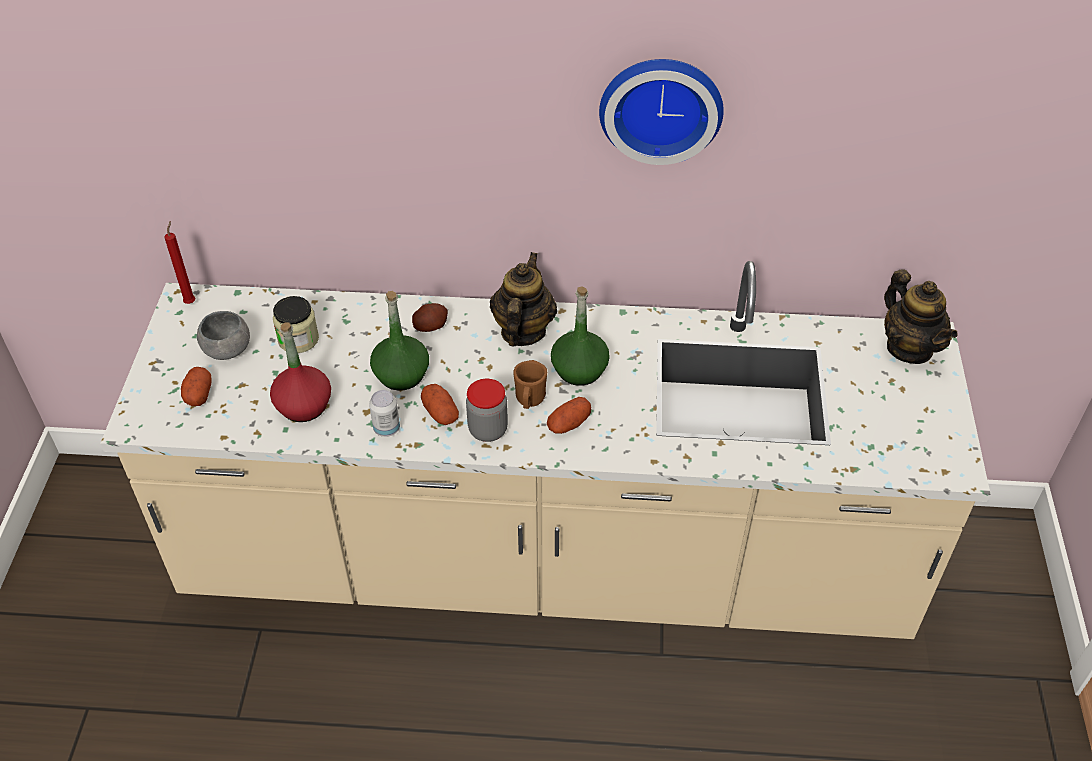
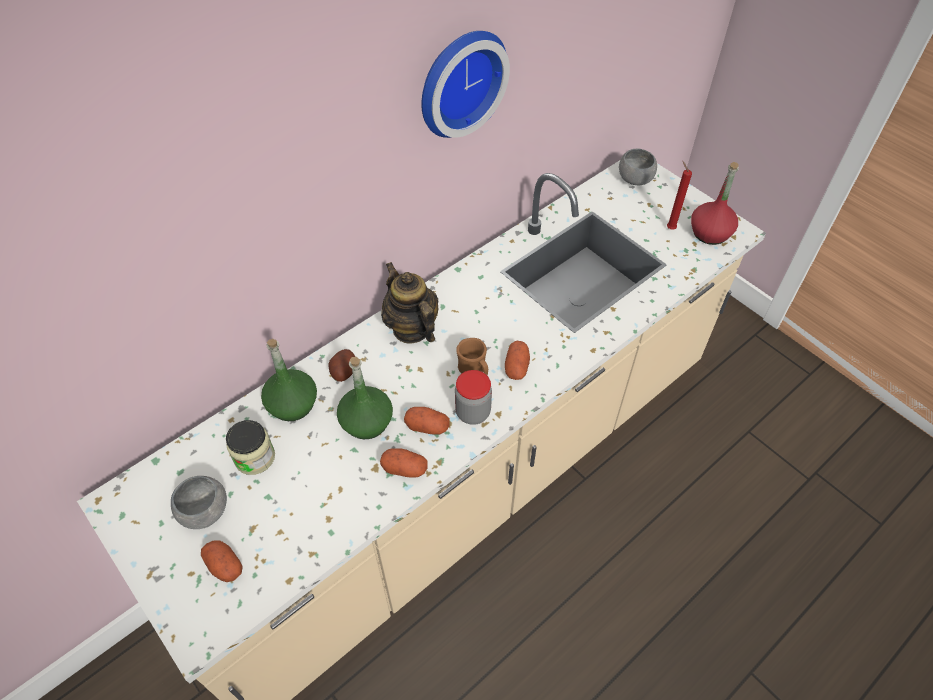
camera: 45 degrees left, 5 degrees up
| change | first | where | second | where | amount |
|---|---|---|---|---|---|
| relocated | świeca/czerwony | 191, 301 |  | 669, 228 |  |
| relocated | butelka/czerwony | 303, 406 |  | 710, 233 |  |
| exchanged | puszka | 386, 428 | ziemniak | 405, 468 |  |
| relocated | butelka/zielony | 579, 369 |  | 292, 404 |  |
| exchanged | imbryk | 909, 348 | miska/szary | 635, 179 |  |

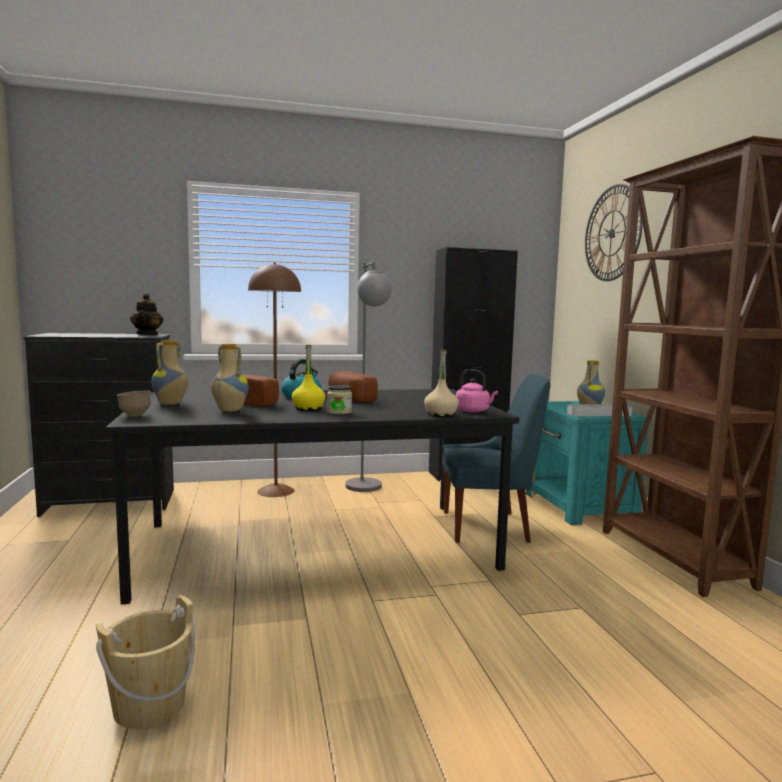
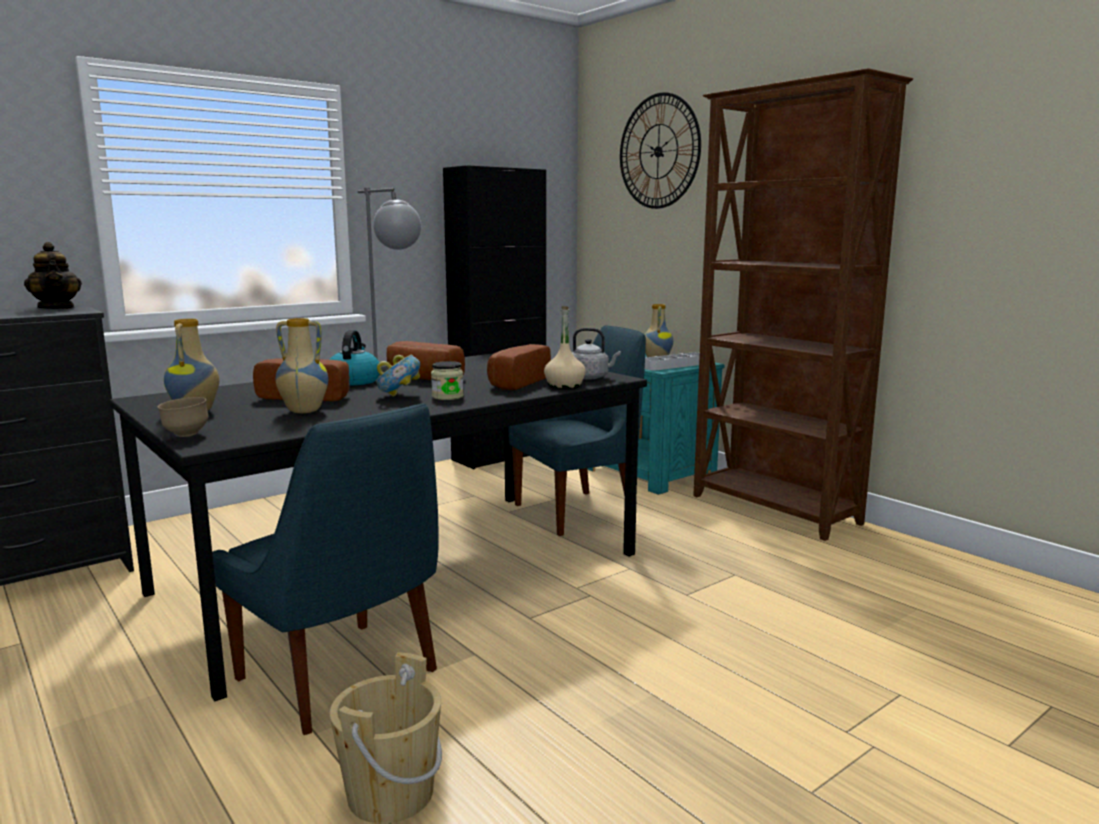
camera: 25 degrees left, 5 degrees up
| change | first | where | second | where | amount |
|---|---|---|---|---|---|
| missing | lampa stojąca/brązowy | 276, 491 |  |  |  |
| exchanged | butelka/żółty | 308, 408 | miska | 398, 396 |  |
| colour | czajnik/różowy | 474, 411 | czajnik/szary | 590, 377 |  |
| appeared |  |  | krzesło/niebieski | 341, 678 |  |
| appeared |  |  | chleb | 515, 383 |  |

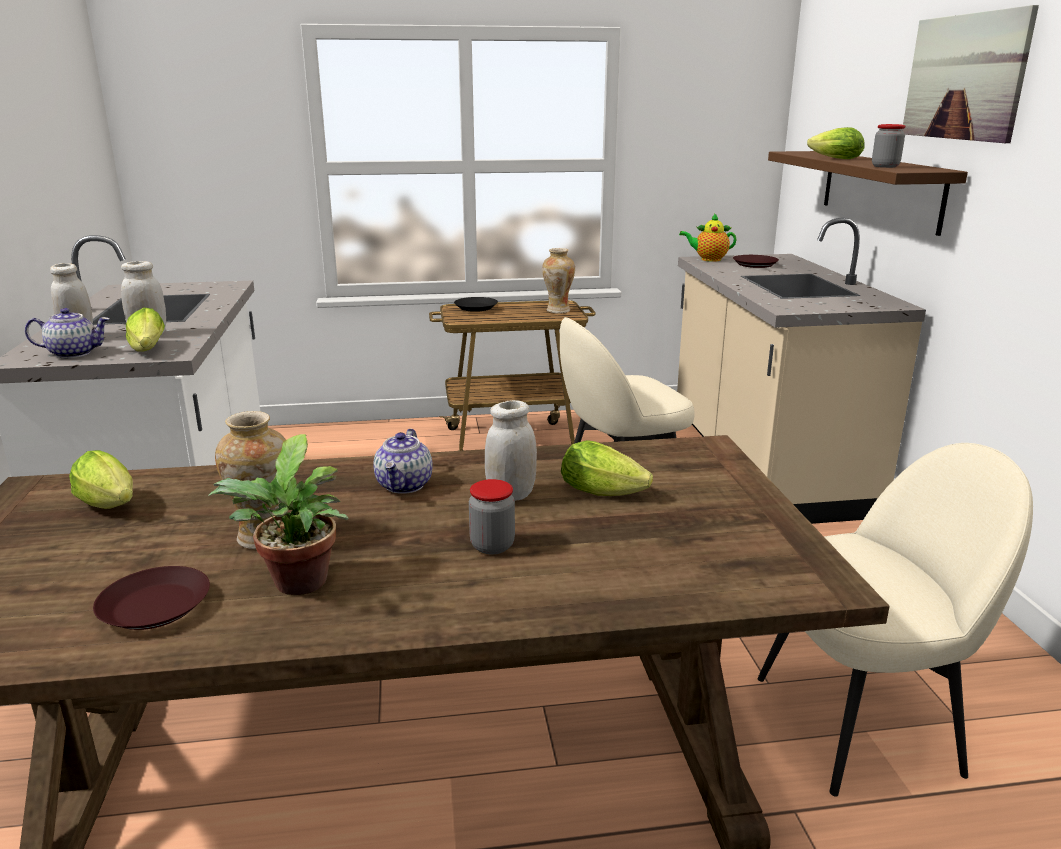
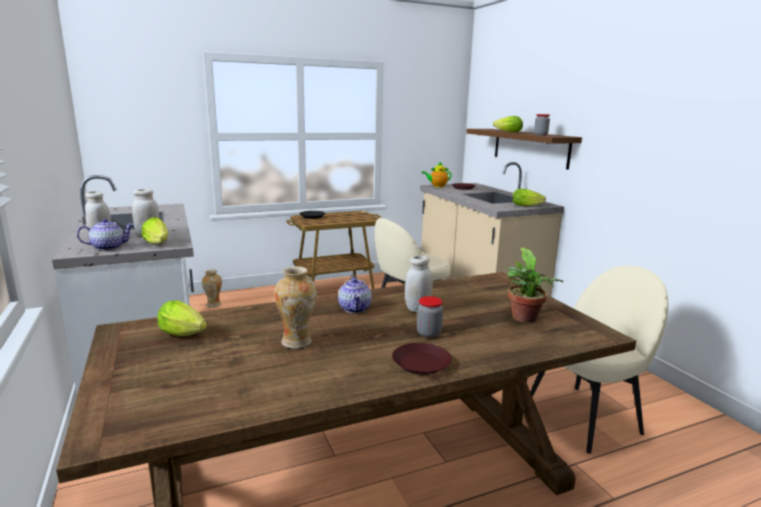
camera: 15 degrees left, 5 degrees down
| change | first | where | second | where | amount |
|---|---|---|---|---|---|
| relocated | talerz/brązowy | 154, 606 |  | 420, 363 |  |
| relocated | roślina doniczkowa | 297, 586 |  | 525, 319 |  |
| relocated | wazon | 558, 311 |  | 213, 305 |  |
| relocated | sałata | 606, 492 |  | 528, 205 |  |
| missing | obraz | 964, 77 |  |  |  |

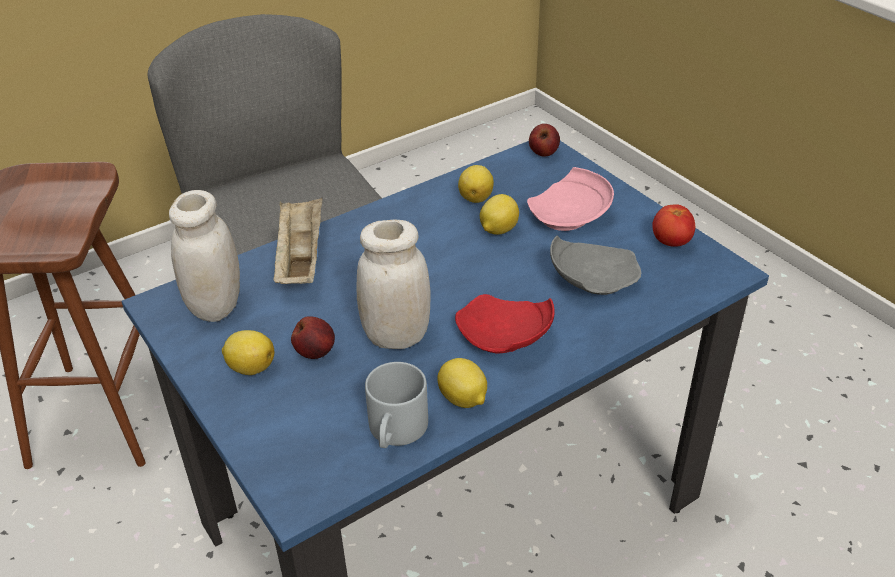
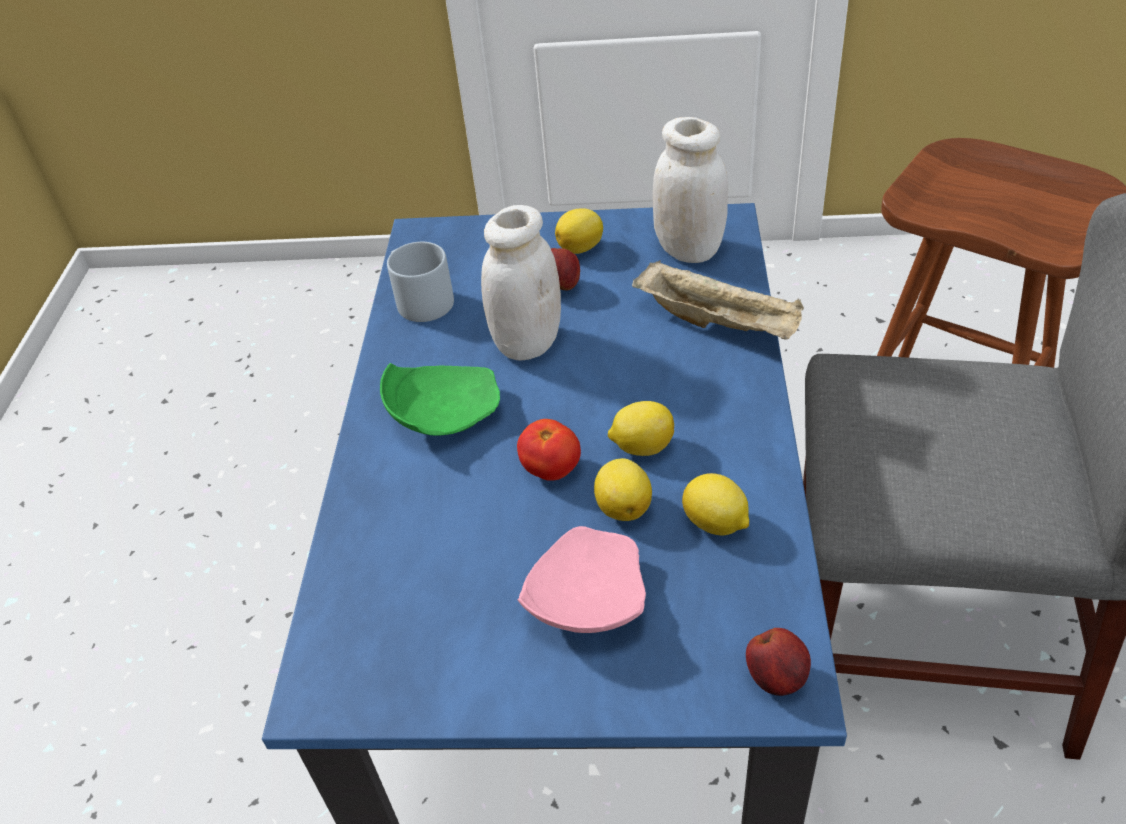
camera: 130 degrees right, 5 degrees up
| change | first | where | second | where | amount |
|---|---|---|---|---|---|
| relocated | cytryna | 463, 400 |  | 641, 446 |  |
| colour | talerz/czerwony | 504, 339 | talerz/zielony | 443, 413 |  |
| missing | talerz/szary | 591, 279 |  |  |  |
| relocated | pomidor | 671, 242 |  | 551, 469 |  |

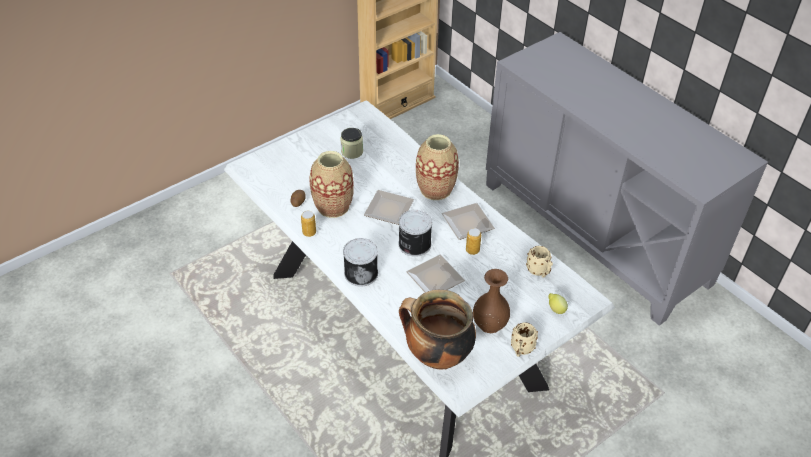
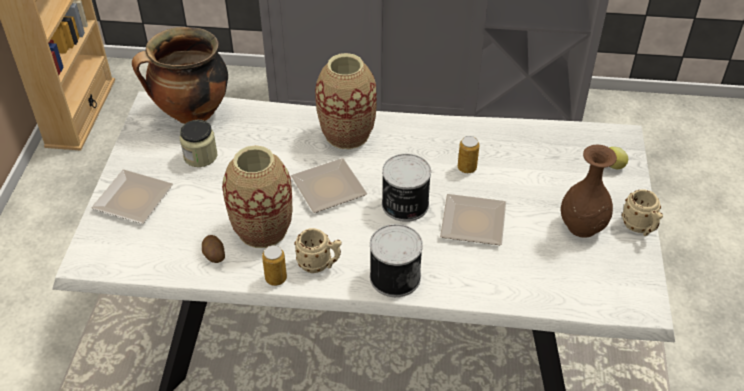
camera: 45 degrees left, 0 degrees up
| change | first | where | second | where | amount |
|---|---|---|---|---|---|
| relocated | garnek | 436, 356 |  | 191, 114 |  |
| relocated | talerz | 467, 224 |  | 134, 201 |  |
| relocated | kubek/beżowy | 539, 272 |  | 319, 264 |  |

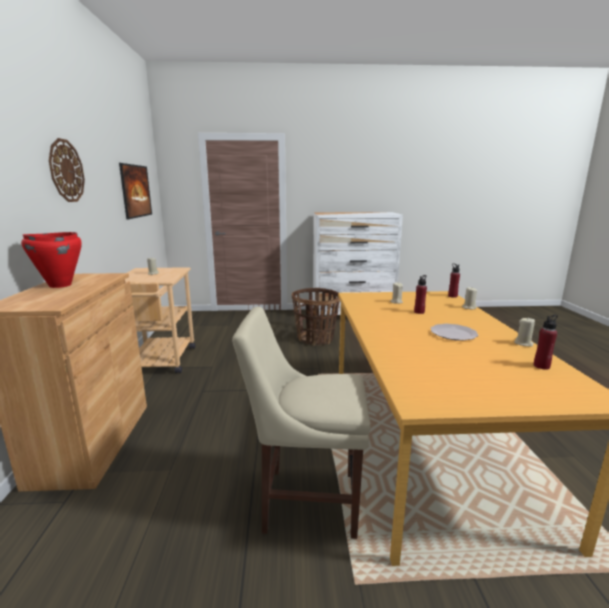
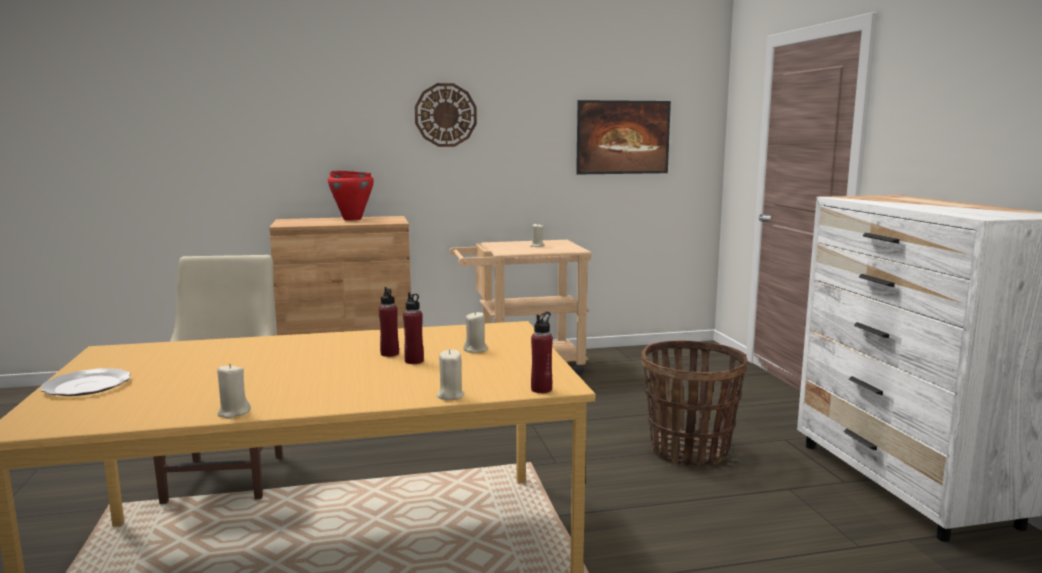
camera: 80 degrees right, 5 degrees down
| change | first | where | second | where | amount |
|---|---|---|---|---|---|
| relocated | talerz | 454, 334 |  | 86, 386 |  |
| relocated | butelka/czerwony | 541, 366 |  | 389, 354 |  |

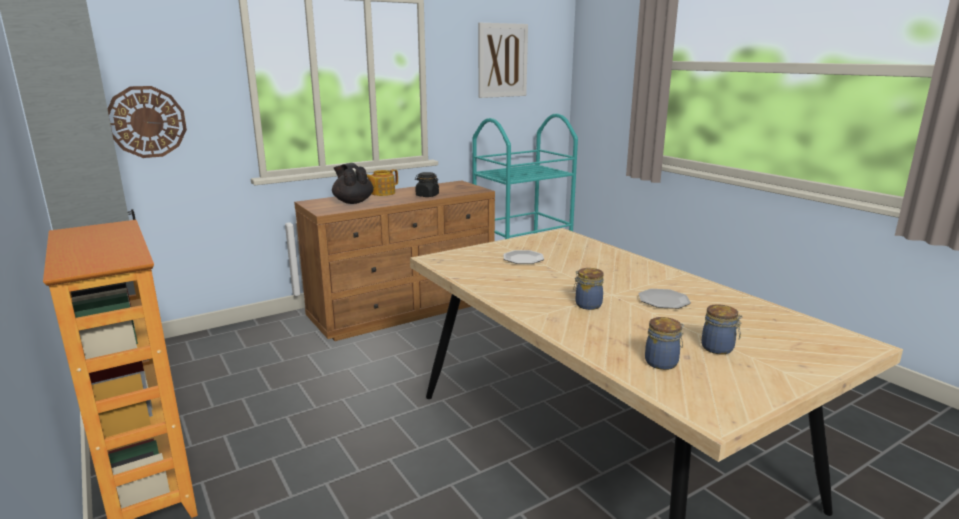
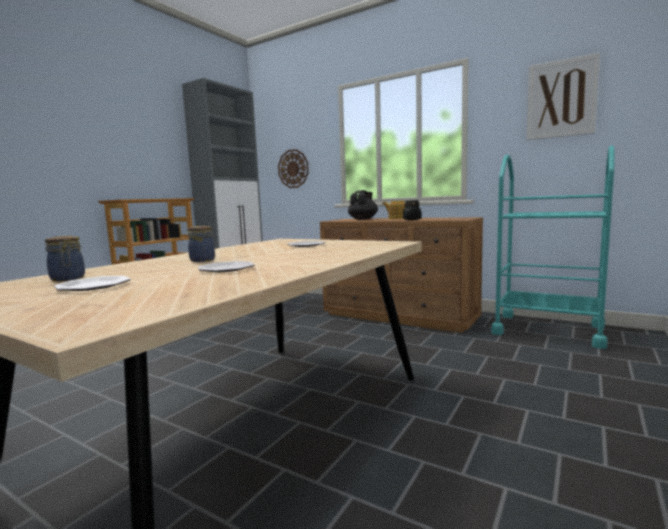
camera: 65 degrees right, 10 degrees down
| change | first | where | second | where | amount |
|---|---|---|---|---|---|
| exchanged | słoik | 718, 348 | talerz | 94, 286 |  |

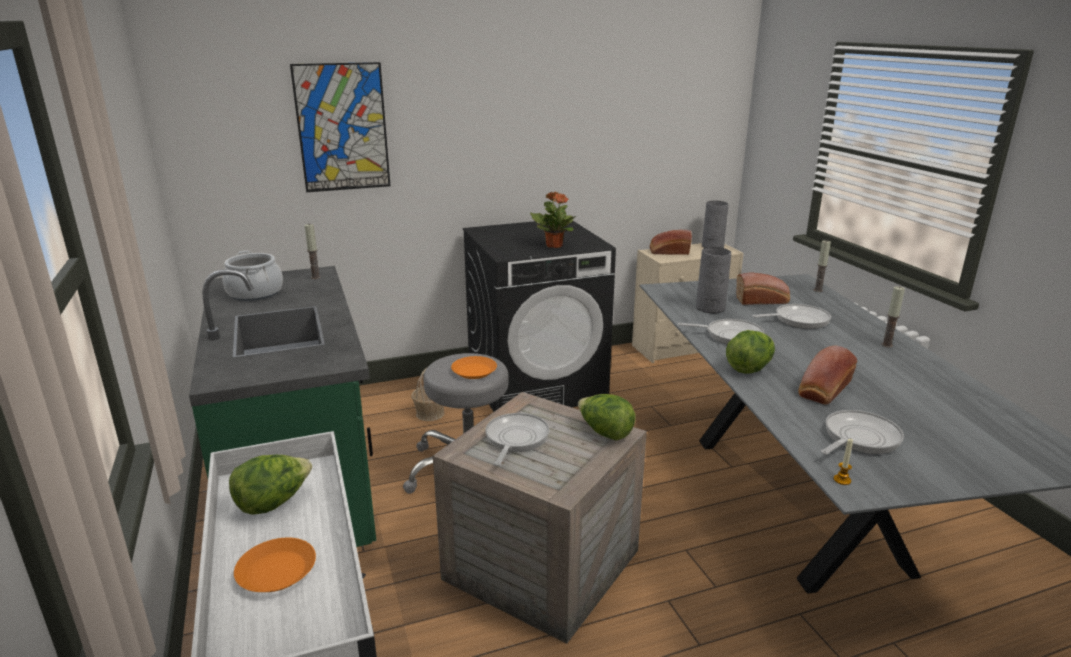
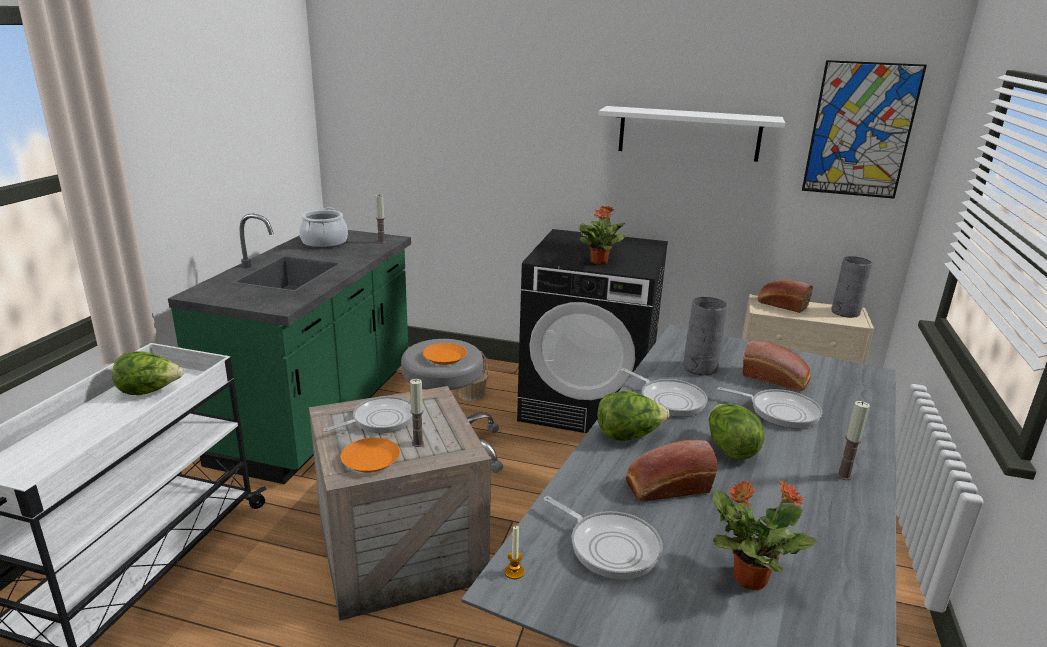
camera: 35 degrees right, 0 degrees up
| change | first | where | second | where | amount |
|---|---|---|---|---|---|
| relocated | talerz/pomarańczowy | 277, 571 |  | 371, 460 |  |
| relocated | obraz | 342, 128 |  | 860, 130 |  |
| relocated | sałata | 605, 433 |  | 729, 449 |  |
| relocated | świeca | 818, 290 |  | 418, 443 |  |
| spun | patelnia | 858, 438 |  | 610, 546 | 45 degrees clockwise |
| appeared |  |  | półka/biały | 689, 133 |  |
| appeared |  |  | roślina doniczkowa | 748, 578 |  |

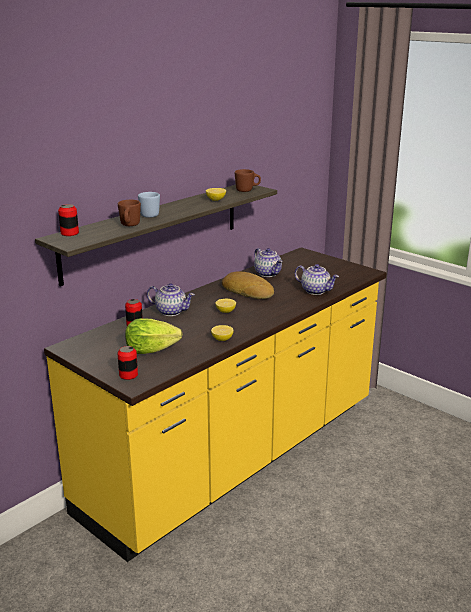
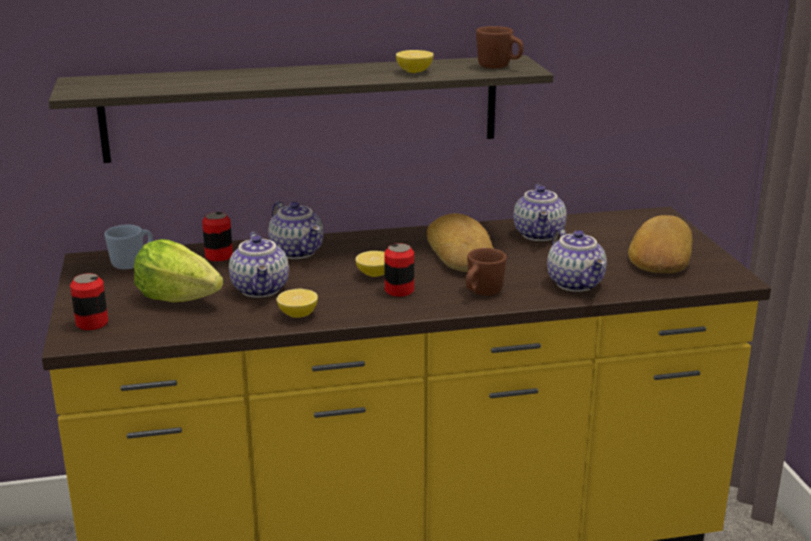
camera: 35 degrees right, 0 degrees up
| change | first | where | second | where | amount |
|---|---|---|---|---|---|
| relocated | puszka | 69, 233 |  | 399, 290 |  |
| relocated | kubek/brązowy | 129, 225 |  | 481, 293 |  |
| relocated | kubek/niebieski | 150, 214 |  | 133, 263 |  |
| appeared |  |  | imbryk | 262, 289 |  |
| appeared |  |  | chleb | 659, 255 |  |

